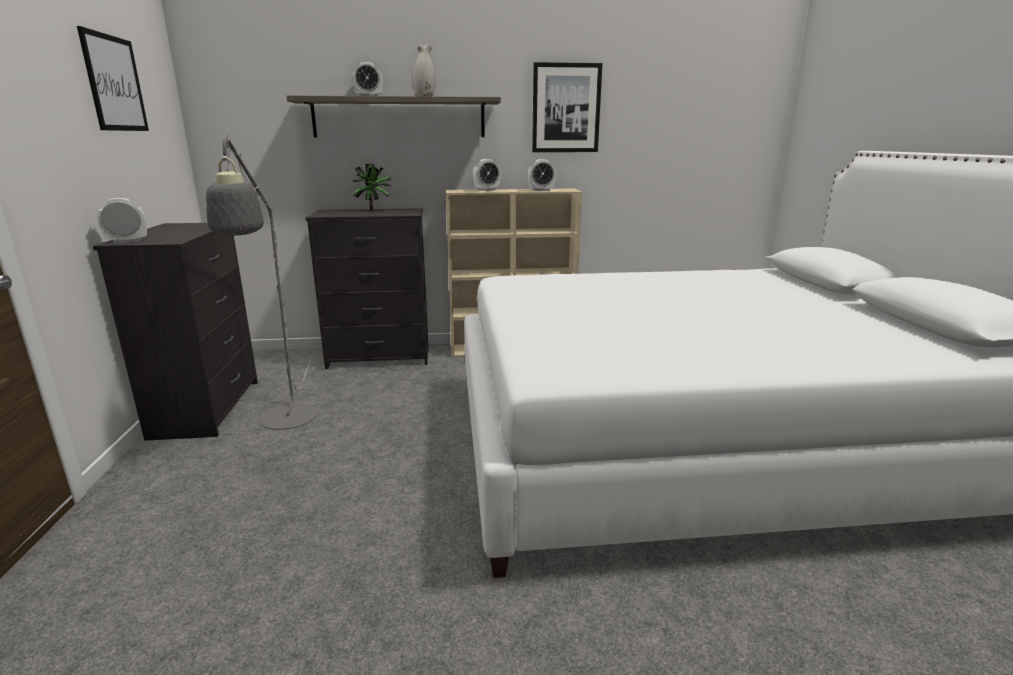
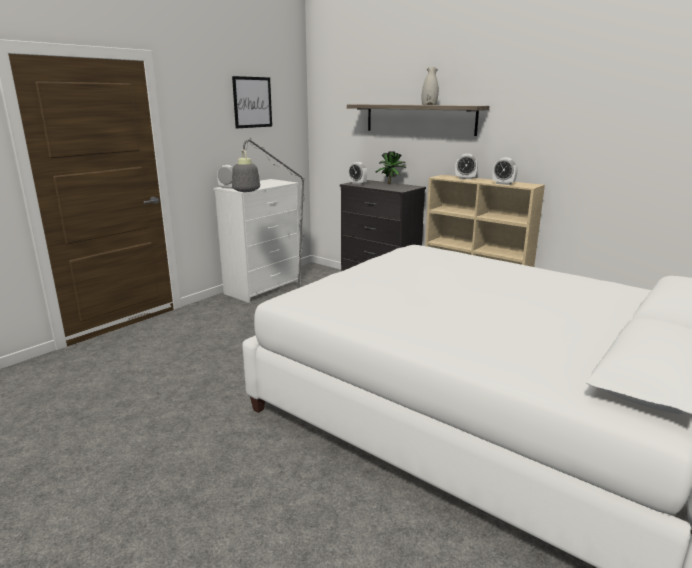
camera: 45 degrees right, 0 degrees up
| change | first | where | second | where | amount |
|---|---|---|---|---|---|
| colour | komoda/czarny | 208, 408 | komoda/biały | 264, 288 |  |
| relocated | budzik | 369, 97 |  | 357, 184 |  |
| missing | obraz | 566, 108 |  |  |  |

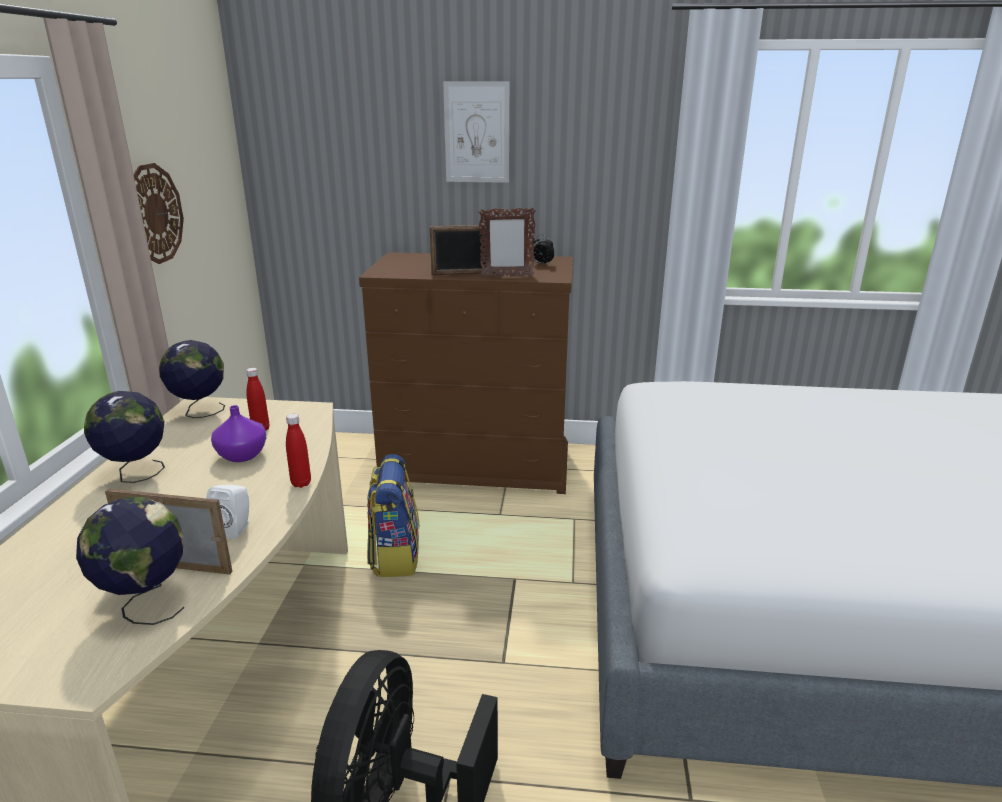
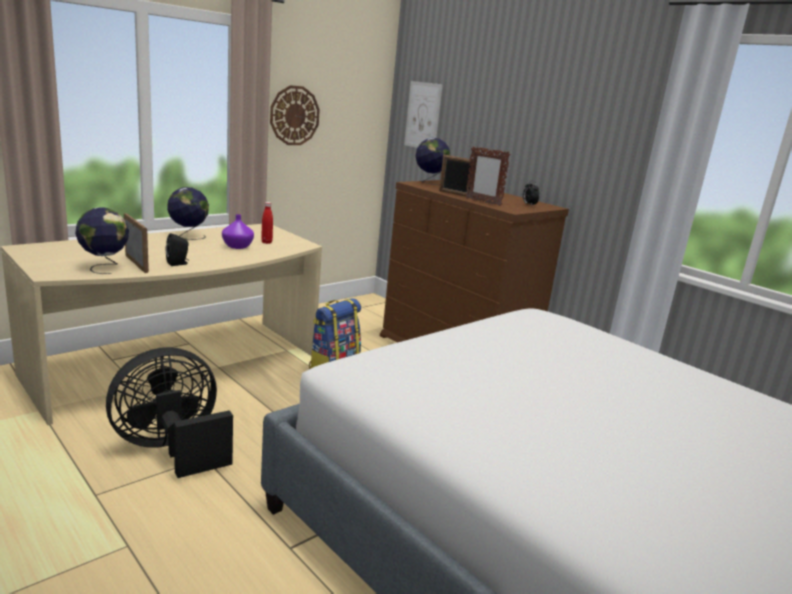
camera: 40 degrees right, 5 degrees down
| change | first | where | second | where | amount |
|---|---|---|---|---|---|
| relocated | globus | 200, 412 |  | 429, 182 |  |
| colour | głośnik/biały | 235, 529 | głośnik/czarny | 178, 263 |  |
| missing | butelka/czerwony | 301, 483 |  |  |  |
| relocated | obraz | 477, 132 |  | 423, 115 |  |

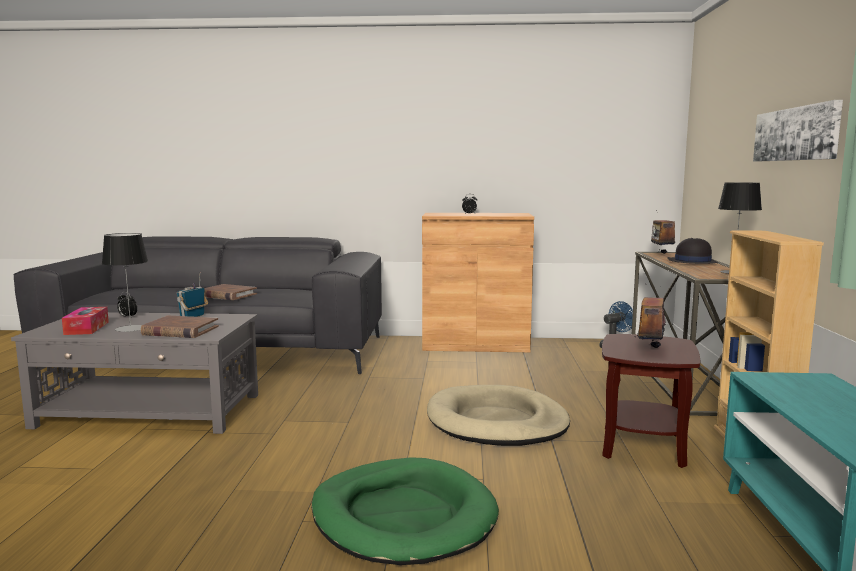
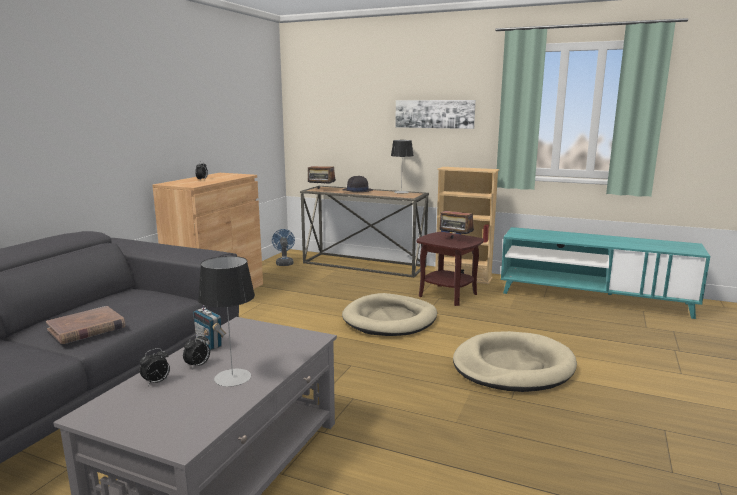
camera: 70 degrees left, 5 degrees up
| change | first | where | second | where | amount |
|---|---|---|---|---|---|
| missing | pudełko chusteczek | 86, 328 |  |  |  |
| missing | książka/brązowy | 180, 331 |  |  |  |
| colour | legowisko/zielony | 403, 516 | legowisko/beżowy | 512, 366 |  |
| appeared |  |  | budzik | 198, 365 |  |

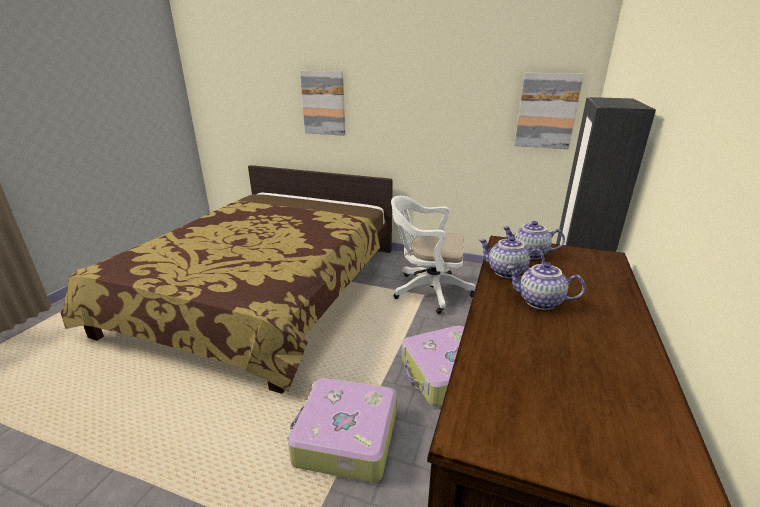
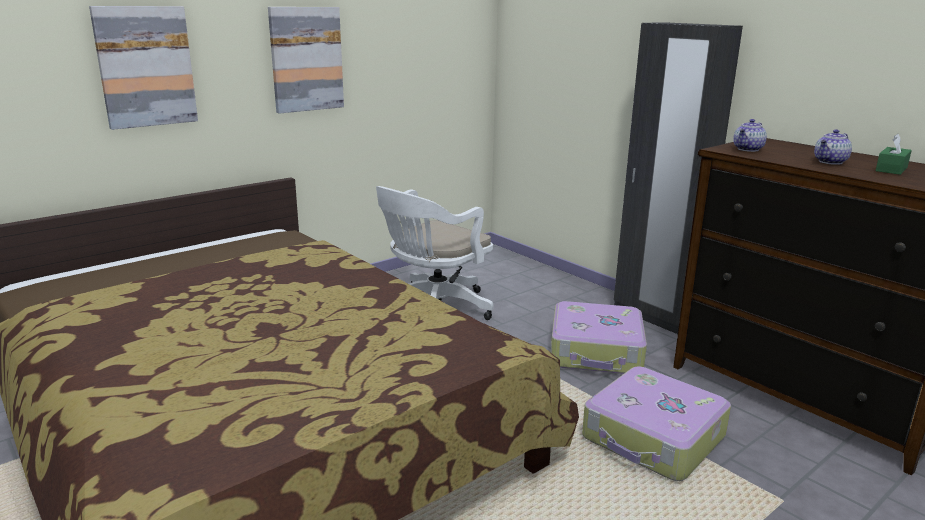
camera: 60 degrees left, 5 degrees down
| change | first | where | second | where | amount |
|---|---|---|---|---|---|
| missing | imbryk | 506, 272 |  |  |  |
| relocated | obraz | 547, 111 |  | 306, 59 |  |
| appeared |  |  | pudełko chusteczek/zielony | 891, 169 |  |

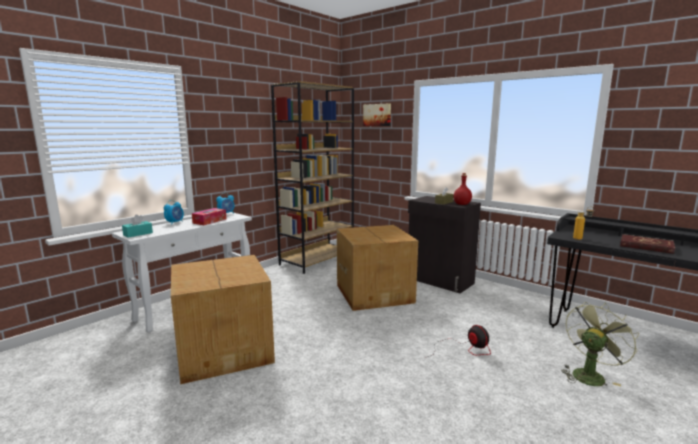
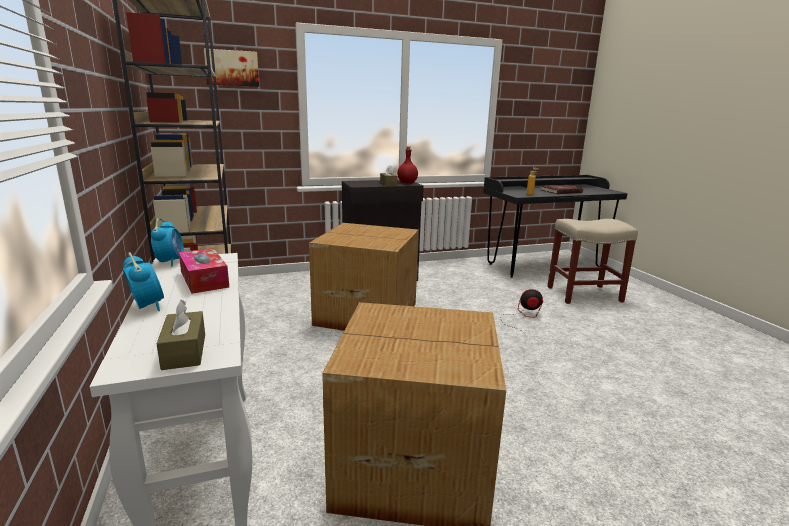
camera: 60 degrees left, 5 degrees up
| change | first | where | second | where | amount |
|---|---|---|---|---|---|
| colour | pudełko chusteczek/turkusowy | 138, 234 | pudełko chusteczek/brązowy | 184, 351 |  |
| exchanged | wentylator/zielony | 590, 374 | stołek/beżowy | 583, 294 |  |

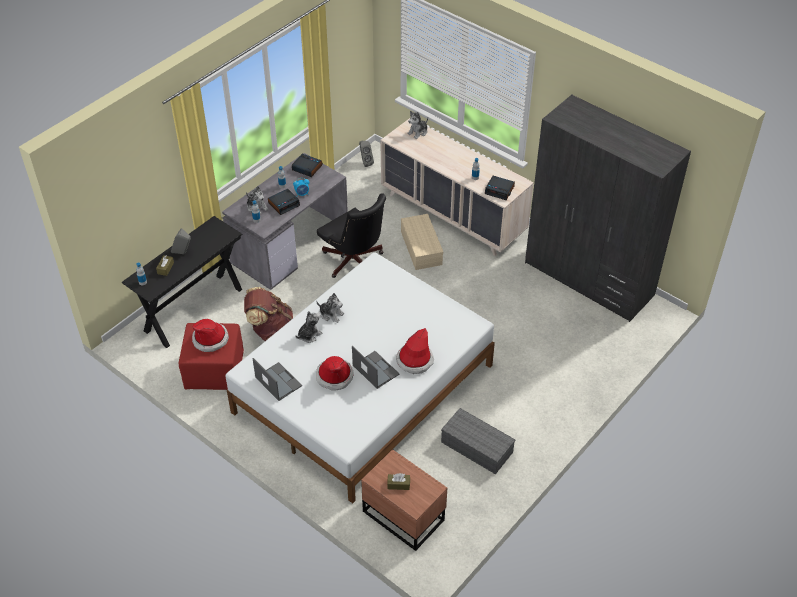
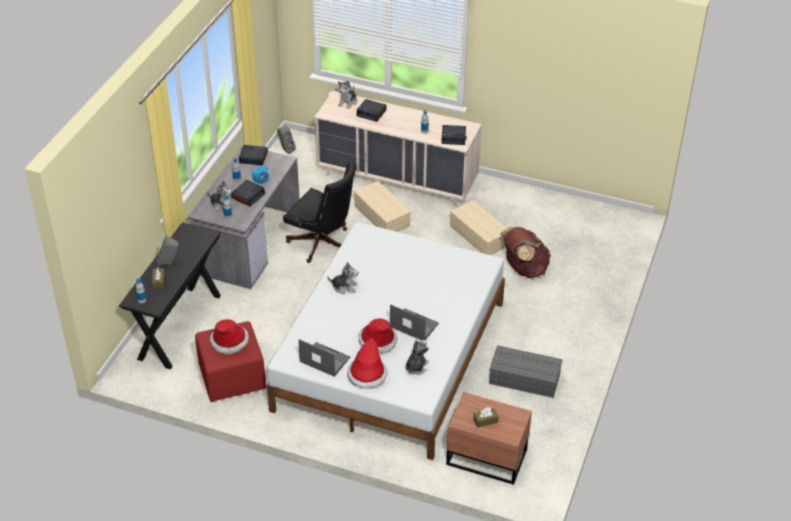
camera: 20 degrees left, 5 degrees down
| change | first | where | second | where | amount |
|---|---|---|---|---|---|
| relocated | plecak/brązowy | 270, 330 |  | 524, 269 |  |
| relocated | pluszak | 309, 335 |  | 416, 367 |  |
| relocated | kapelusz | 414, 360 |  | 367, 375 |  |
| missing | szafa/szary | 589, 279 |  |  |  |
| appeared |  |  | budzik | 372, 113 |  |
| appeared |  |  | pojemnik do przechowywania/beżowy | 478, 235 |  |

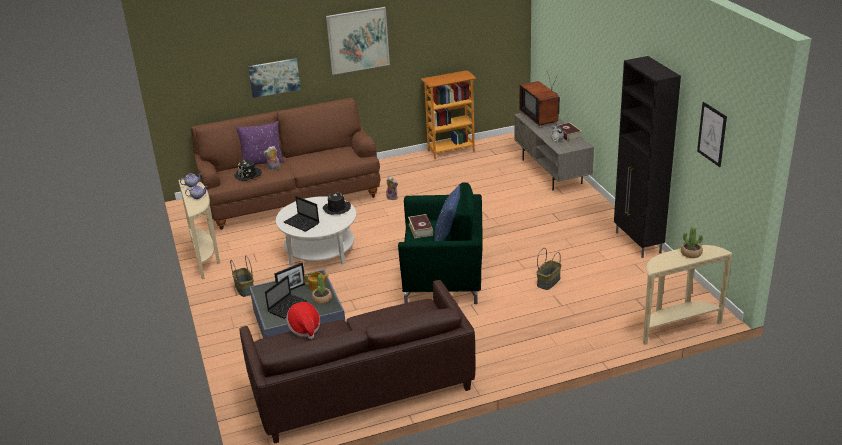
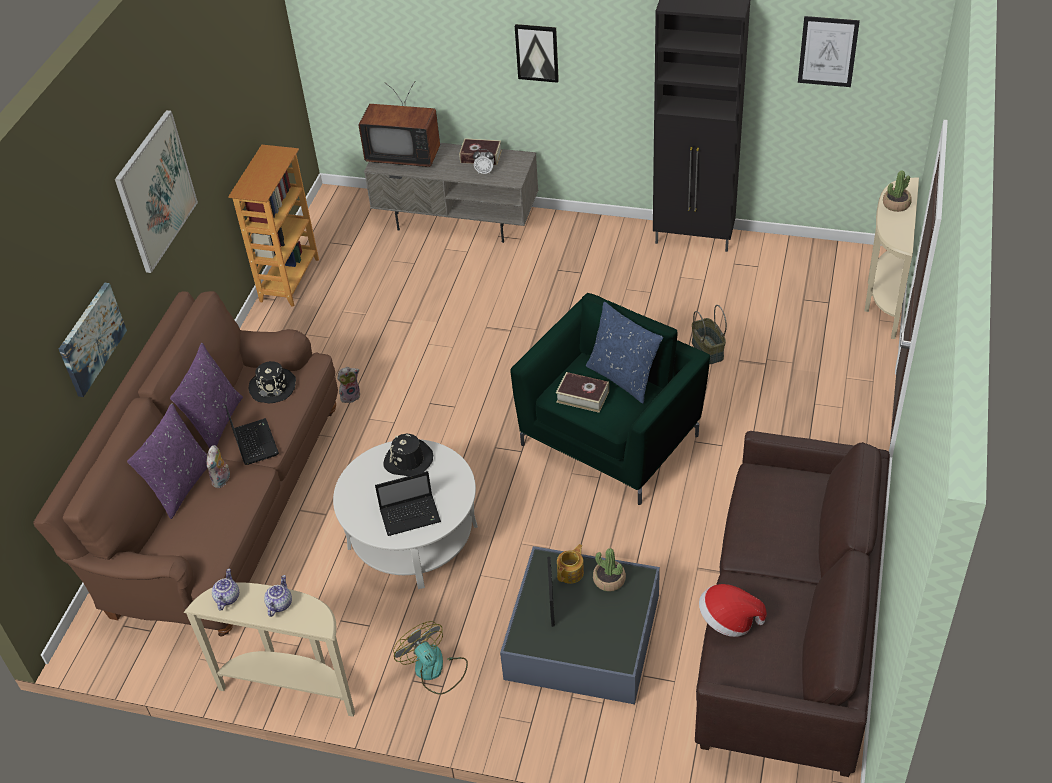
camera: 55 degrees left, 15 degrees up
| change | first | where | second | where | amount |
|---|---|---|---|---|---|
| exchanged | koszyk | 244, 289 | wentylator | 434, 670 |  |
| relocated | kapelusz/czarny | 248, 175 |  | 273, 386 |  |
| relocated | laptop | 288, 306 |  | 254, 442 |  |
| appeared |  |  | poduszka/fioletowy | 215, 422 |  |
| appeared |  |  | obraz | 537, 52 |  |

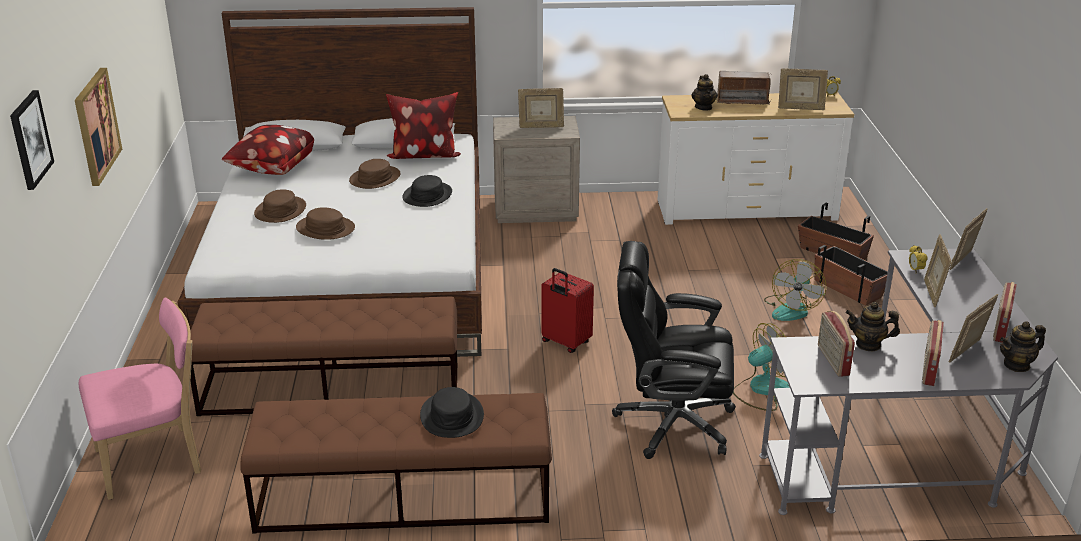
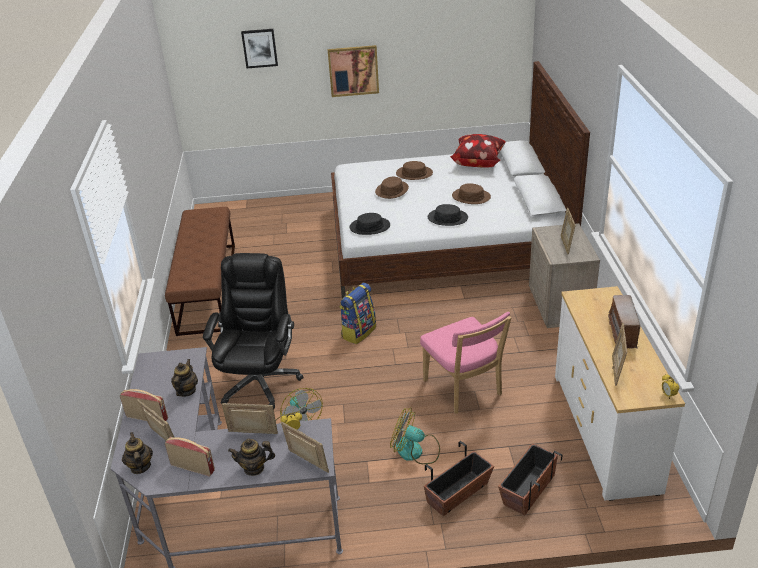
camera: 90 degrees right, 5 degrees up
| change | first | where | second | where | amount |
|---|---|---|---|---|---|
| relocated | krzesło/różowy | 154, 461 |  | 464, 390 |  |
| missing | ławka/brązowy | 332, 389 |  |  |  |
| missing | poduszka | 424, 156 |  |  |  |
| relocated | kapelusz/czarny | 452, 416 |  | 370, 227 |  |
| exchanged | walizka/czerwony | 565, 343 | plecak | 358, 332 |  |
| relocated | imbryk | 703, 107 |  | 254, 468 |  |
| missing | radio | 832, 360 |  |  |  |

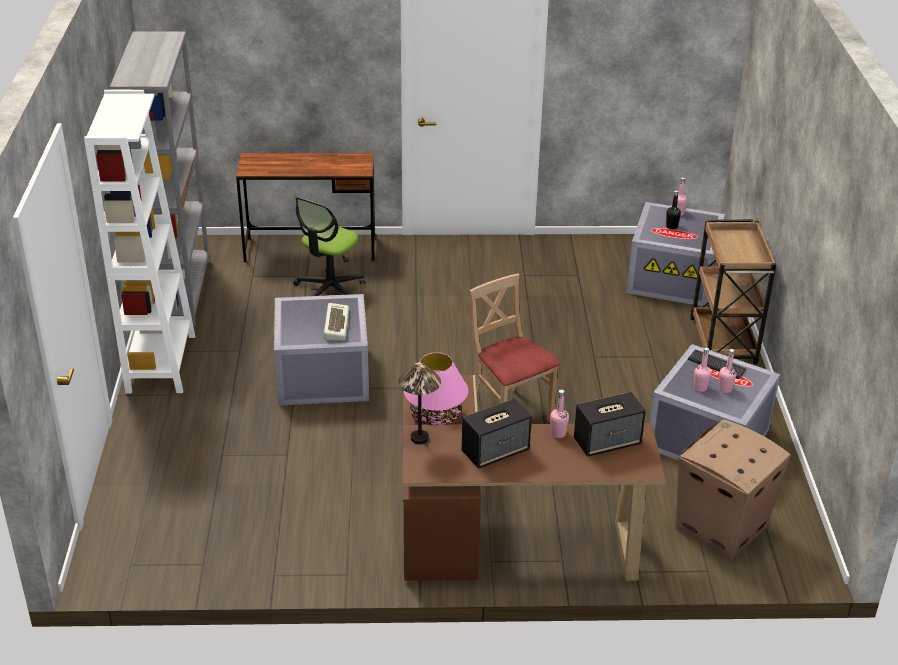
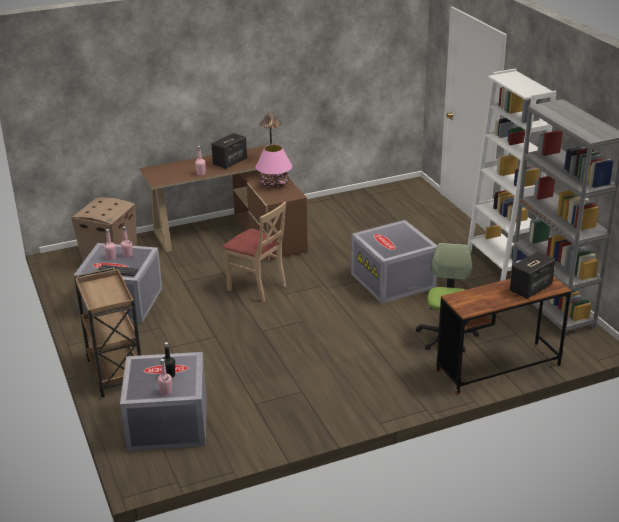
camera: 160 degrees right, 5 degrees down
| change | first | where | second | where | amount |
|---|---|---|---|---|---|
| missing | klawiatura | 335, 325 |  |  |  |
| relocated | głośnik | 607, 441 |  | 530, 288 |  |

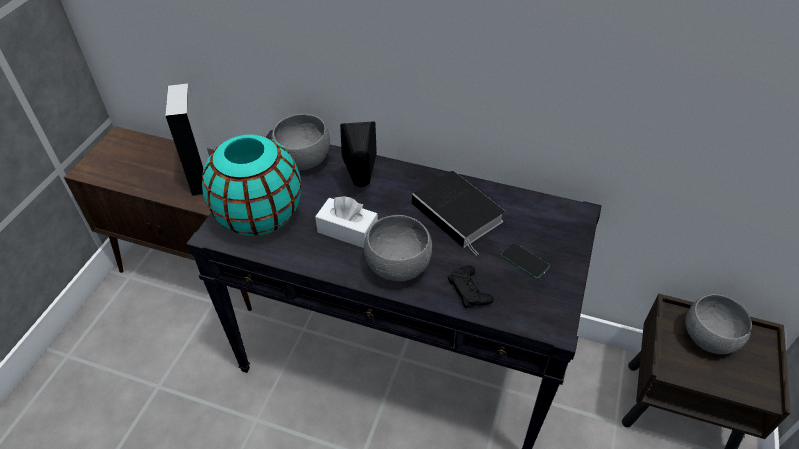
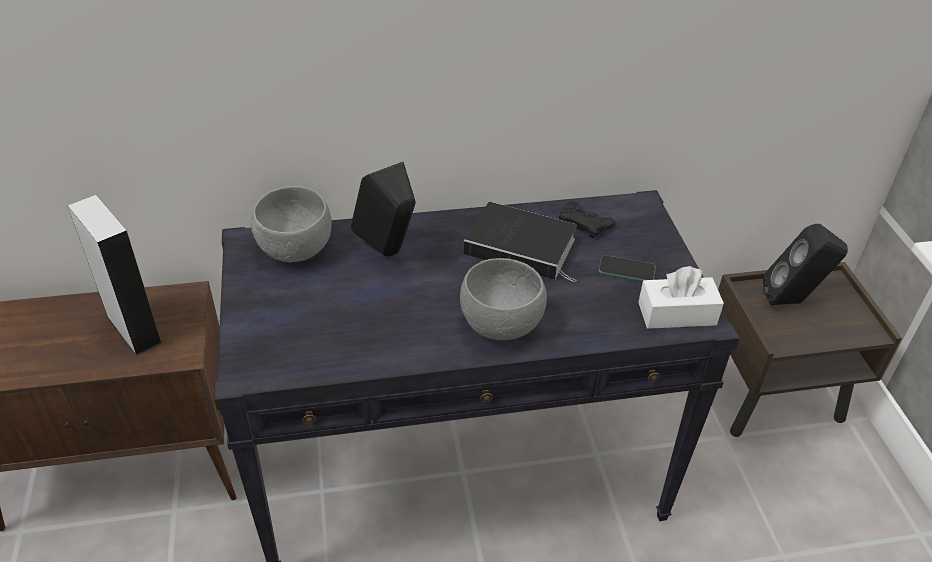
camera: 30 degrees left, 5 degrees down
| change | first | where | second | where | amount |
|---|---|---|---|---|---|
| missing | wazon/turkusowy | 259, 216 |  |  |  |
| relocated | pudełko chusteczek/biały | 347, 231 |  | 677, 314 |  |
| relocated | pad do gier/czarny | 469, 290 |  | 584, 223 |  |
| exchanged | miska/szary | 708, 339 | głośnik/czarny | 792, 301 |  |

